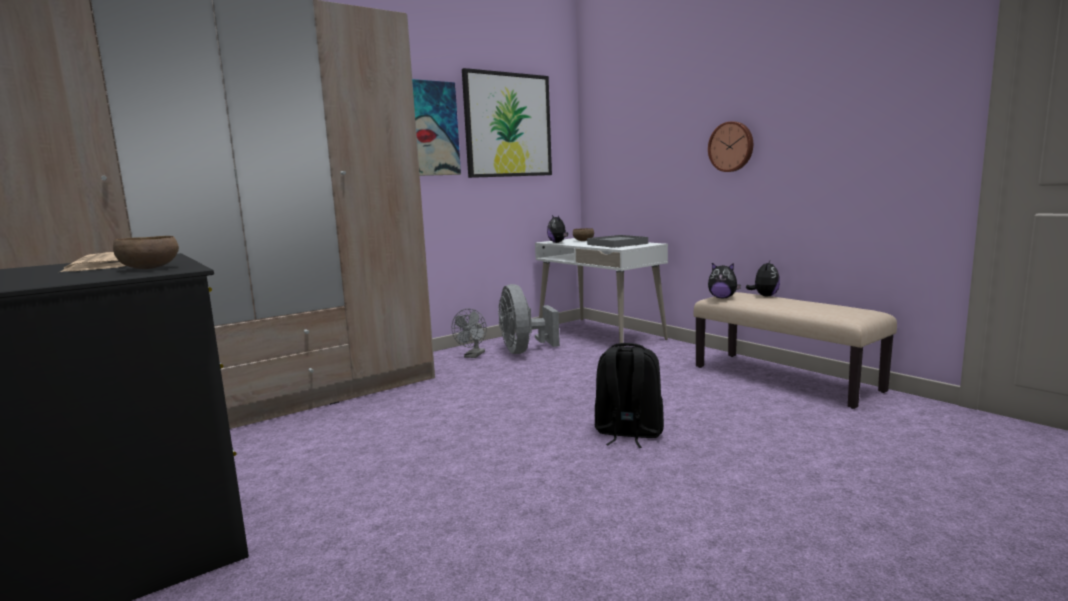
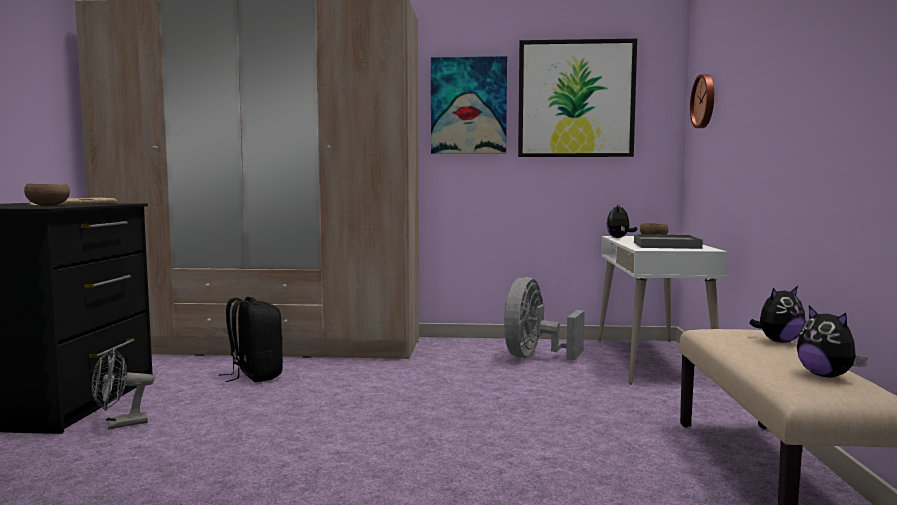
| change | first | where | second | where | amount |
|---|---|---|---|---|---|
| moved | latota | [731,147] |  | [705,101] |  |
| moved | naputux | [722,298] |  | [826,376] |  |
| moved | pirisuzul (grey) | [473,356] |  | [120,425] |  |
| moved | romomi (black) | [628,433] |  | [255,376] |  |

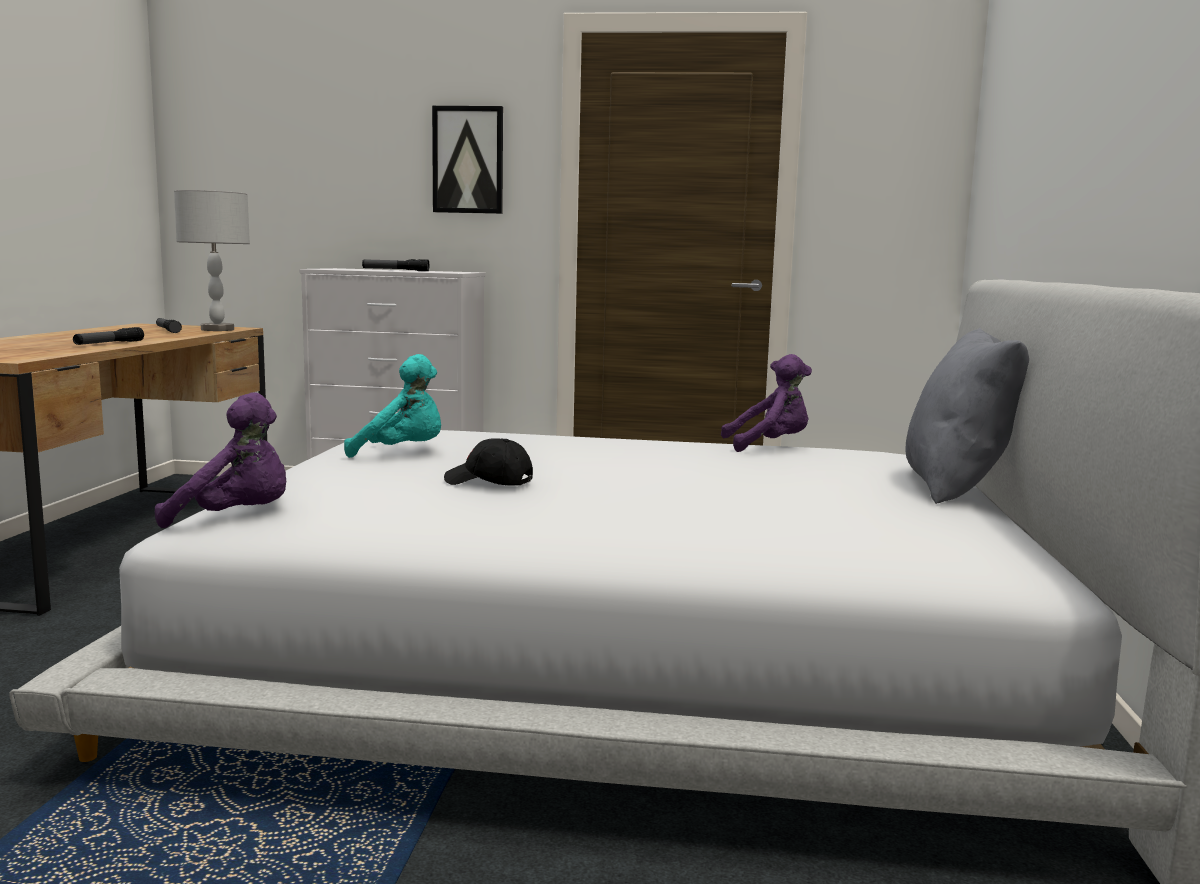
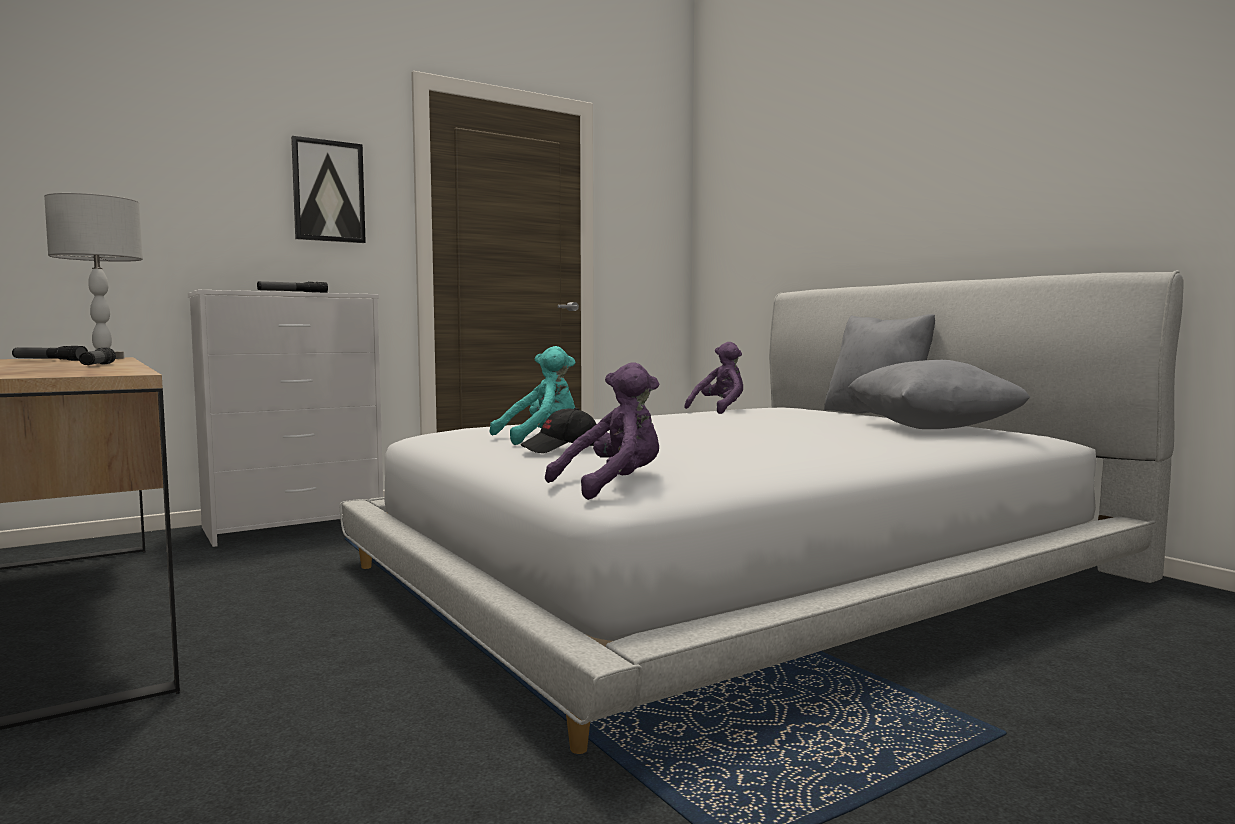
| change | first | where | second | where | amount |
|---|---|---|---|---|---|
| moved | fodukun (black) | [488,483] |  | [561,449] |  |
| added |  |  | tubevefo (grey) | [932,428] |  |

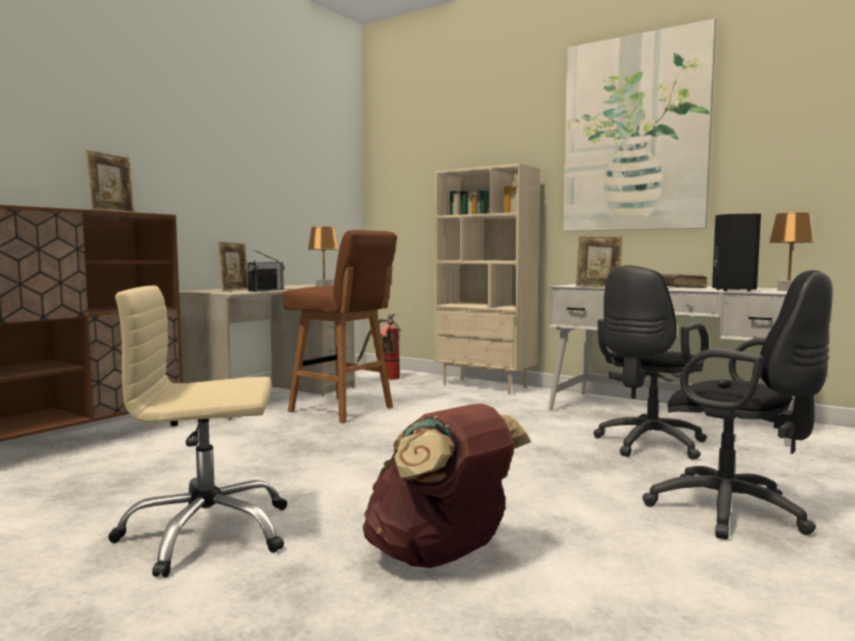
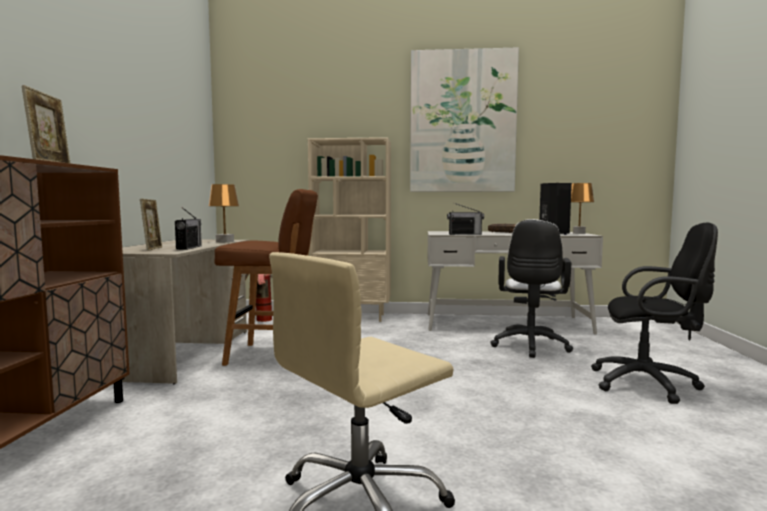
| change | first | where | second | where | amount |
|---|---|---|---|---|---|
| replaced | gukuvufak | [598,287] | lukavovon | [465,234] |  |
| recoloured | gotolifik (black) | [647,445] | gotolifik (white) | [530,347] |  |
| removed | romomi (brown) | [441,556] |  |  |  |

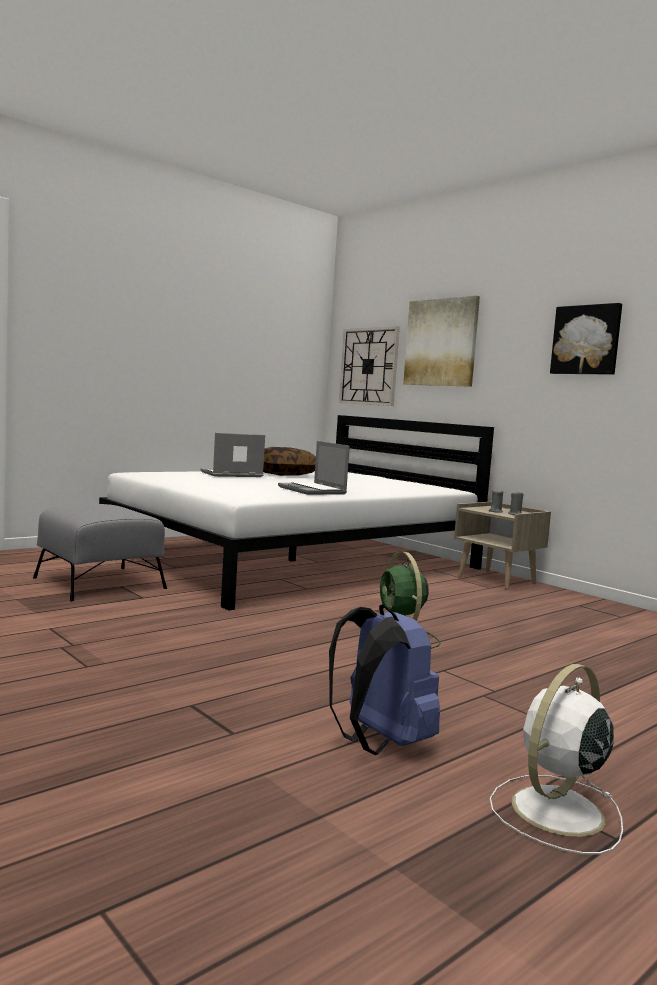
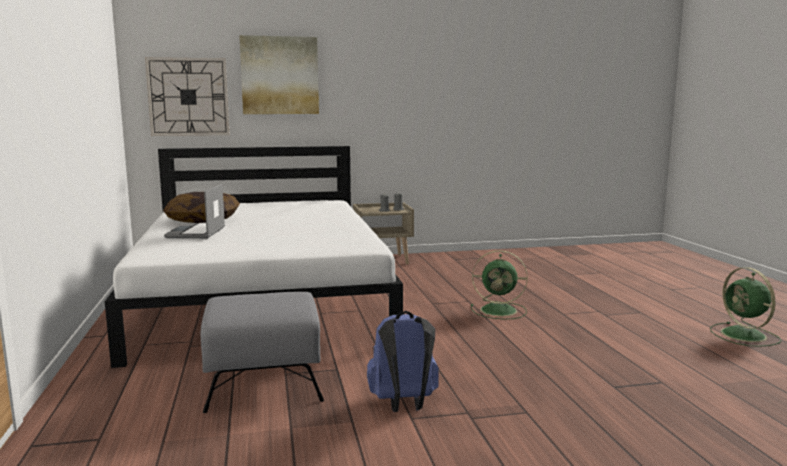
| change | first | where | second | where | amount |
|---|---|---|---|---|---|
| removed | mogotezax | [586,340] |  |  |  |
| removed | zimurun | [313,490] |  |  |  |
| moved | romomi (blue) | [379,743] |  | [403,404] |  |
| recoloured | pirisuzul (white) | [555,812] | pirisuzul (green) | [745,335] |  |

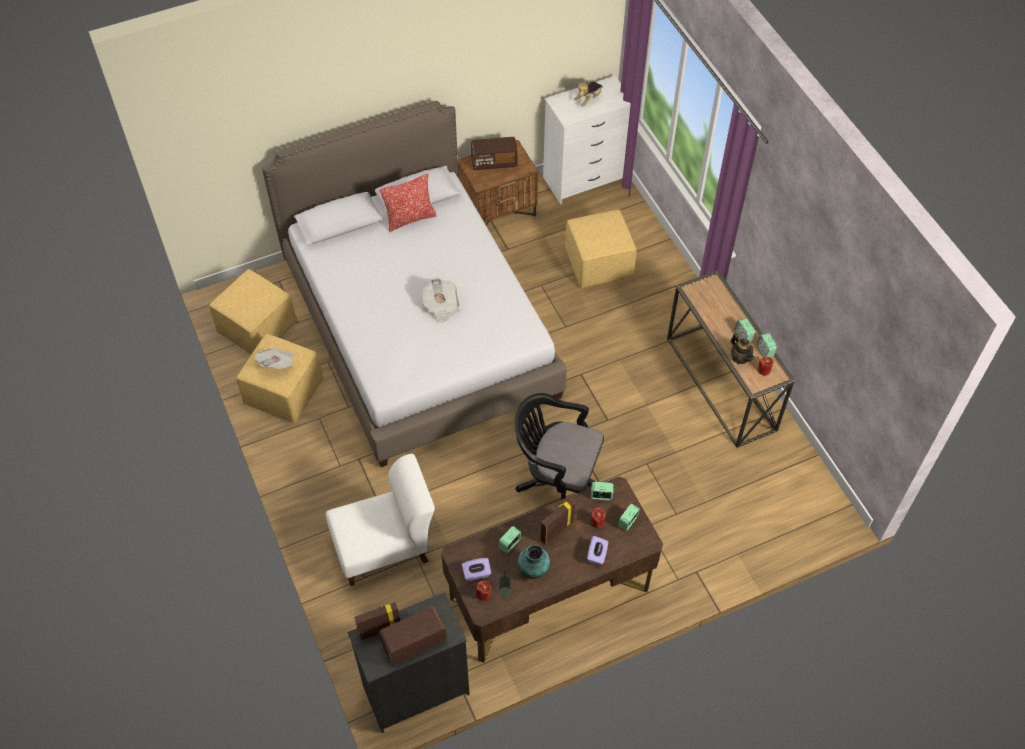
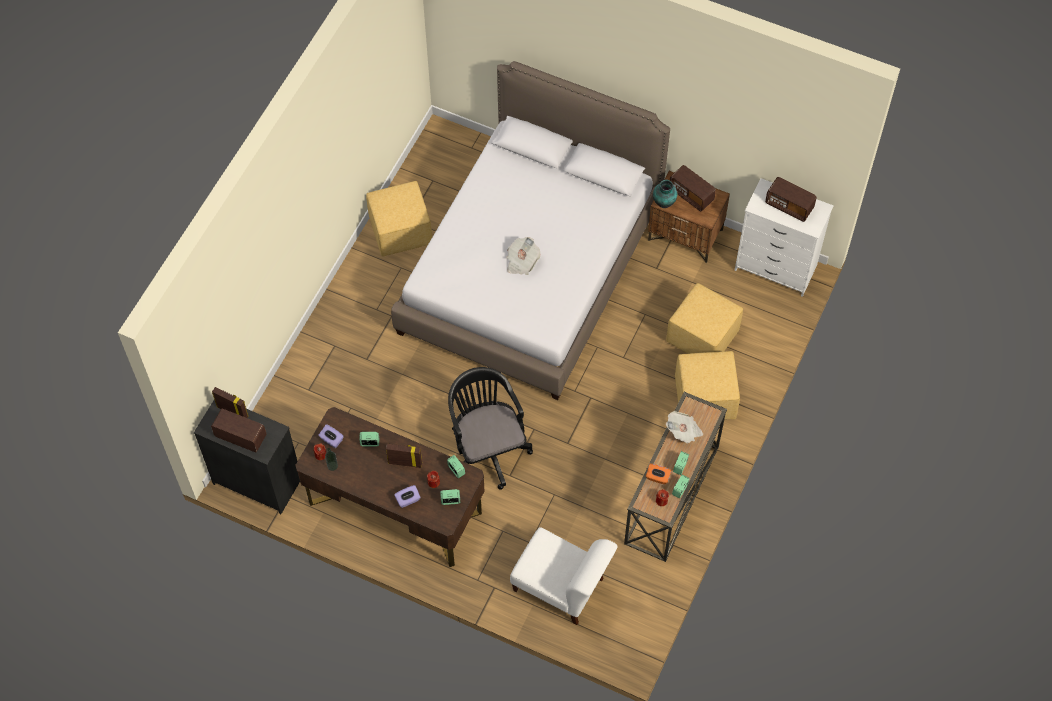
| change | first | where | second | where | amount |
|---|---|---|---|---|---|
| replaced | naputux | [588,99] | lukavovon | [789,206] |  |
| removed | tubevefo | [410,219] |  |  |  |
| moved | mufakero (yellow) | [257,328] |  | [705,397] |  |
| replaced | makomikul | [740,357] | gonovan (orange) | [657,477] |  |
| moved | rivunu | [277,364] |  | [683,432] |  |
| moved | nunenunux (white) | [385,547] |  | [561,587] |  |
| moved | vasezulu | [534,570] |  | [664,203] |  |

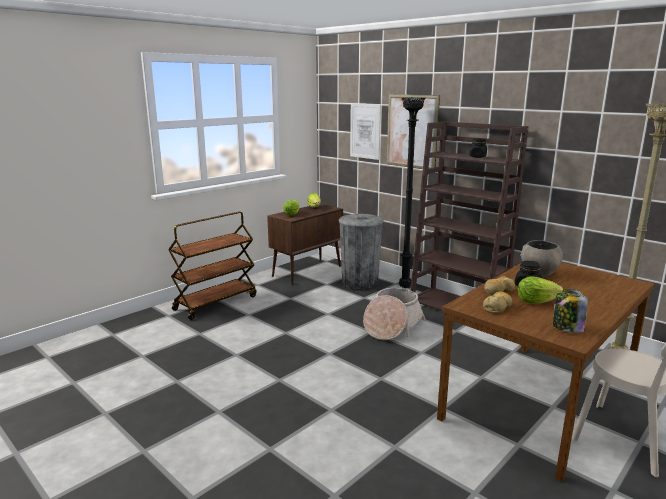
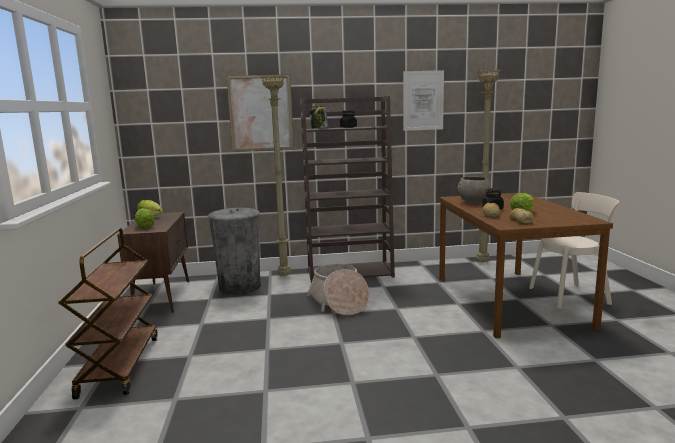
| change | first | where | second | where | amount |
|---|---|---|---|---|---|
| recoloured | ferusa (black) | [404,288] | ferusa (beige) | [284,275] |  |
| moved | mogotezax | [365,131] |  | [423,100] |  |
| moved | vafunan | [567,328] |  | [319,128] |  |

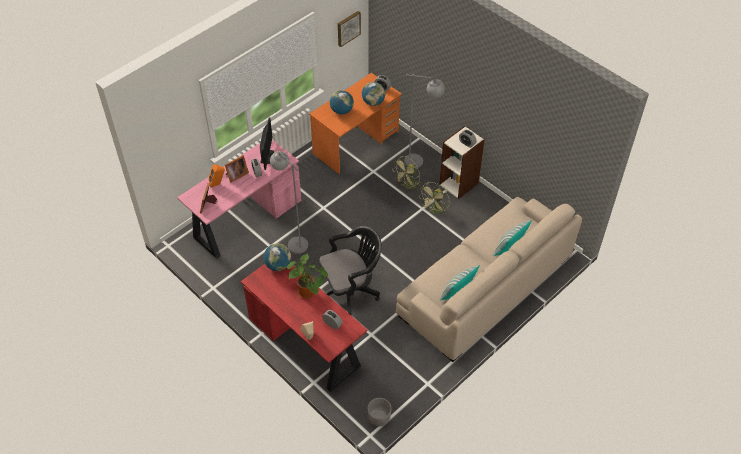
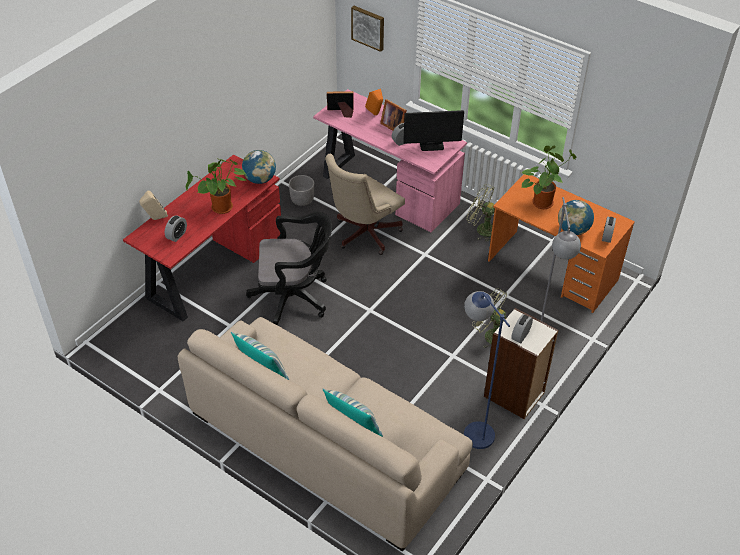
| change | first | where | second | where | amount |
|---|---|---|---|---|---|
| moved | mogotezax | [348,28] |  | [368,27] |  |
| replaced | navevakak | [341,111] | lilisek | [542,201] |  |
| replaced | ferusa (grey) | [293,241] | gotolifik (beige) | [363,235] |  |
| moved | pirisuzul (green) | [435,211] |  | [481,229] |  |
| turned | gotolifik (black) | [350,291] |  | [294,298] | 60 degrees counterclockwise |
| moved | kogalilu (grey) | [379,417] |  | [302,200] |  |
| added |  |  | ferusa (blue) | [473,427] |  |

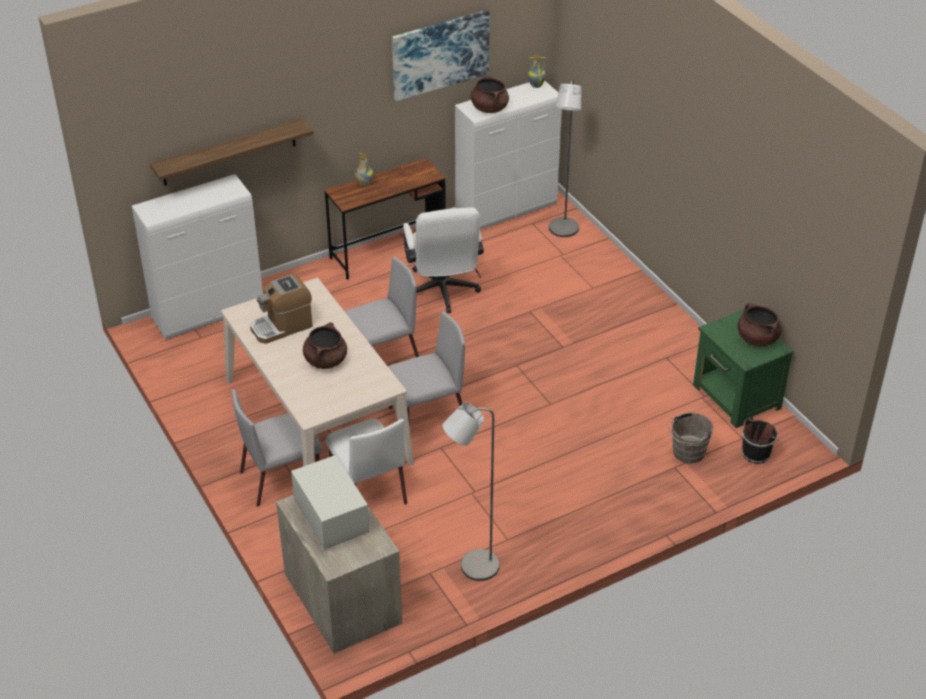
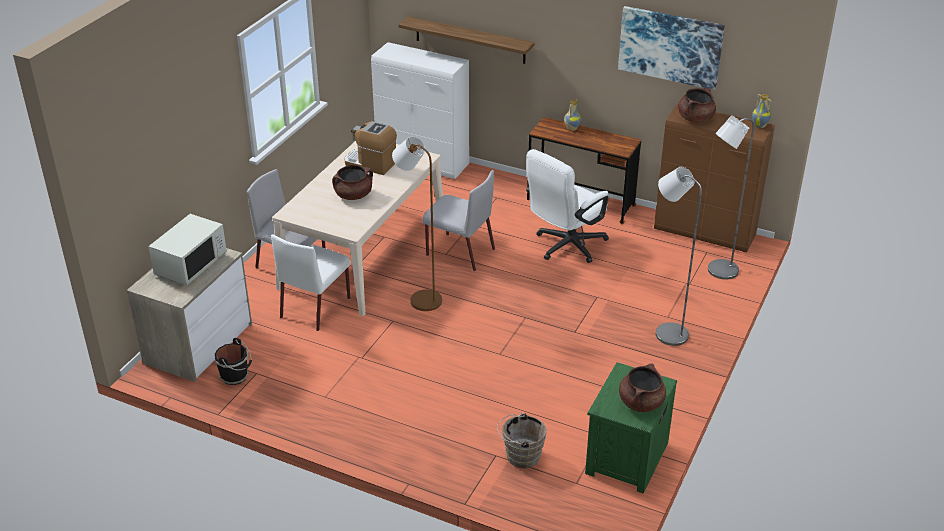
| change | first | where | second | where | amount |
|---|---|---|---|---|---|
| recoloured | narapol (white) | [507,210] | narapol (brown) | [705,233] |  |
| replaced | nunenunux (grey) | [426,415] | ferusa (brown) | [420,299] |  |
| moved | ferusa (grey) | [472,568] |  | [666,332] |  |
| moved | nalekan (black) | [756,453] |  | [235,376] |  |

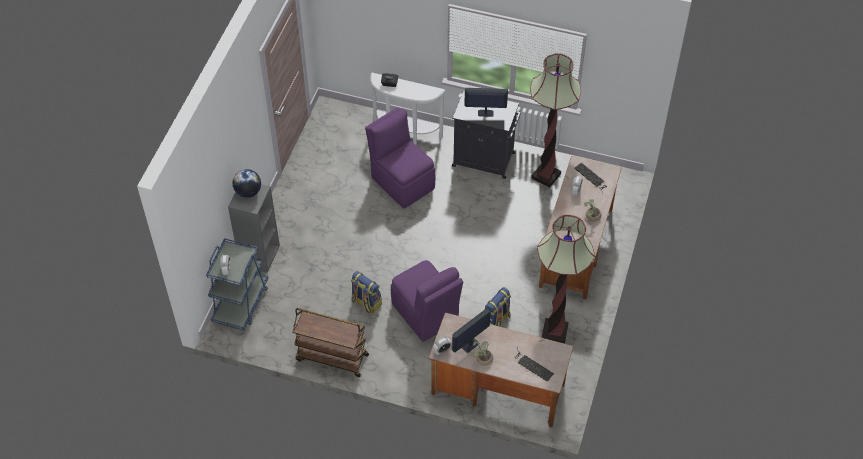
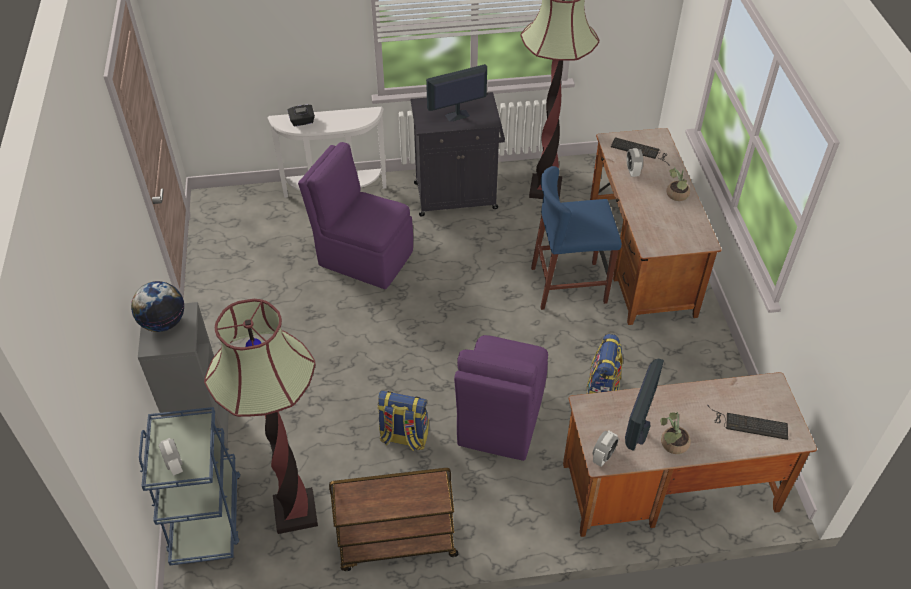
| change | first | where | second | where | amount |
|---|---|---|---|---|---|
| moved | ferusa | [554,332] |  | [295,512] |  |
| turned | nunenunux (purple) | [425,314] |  | [500,420] | 75 degrees clockwise |
| added |  |  | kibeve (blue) | [569,285] |  |

